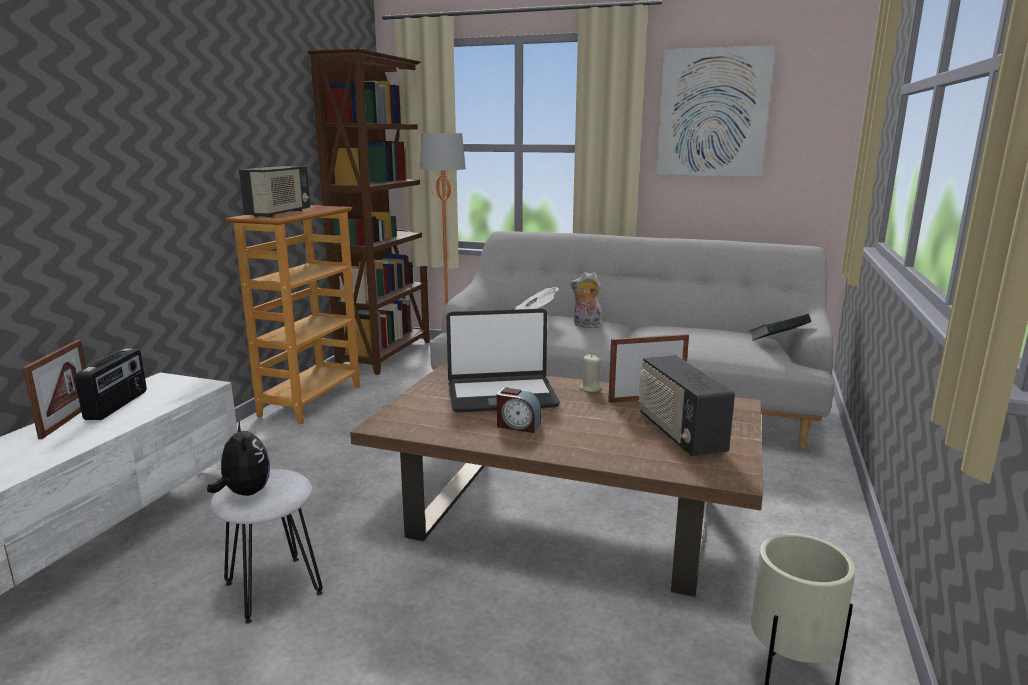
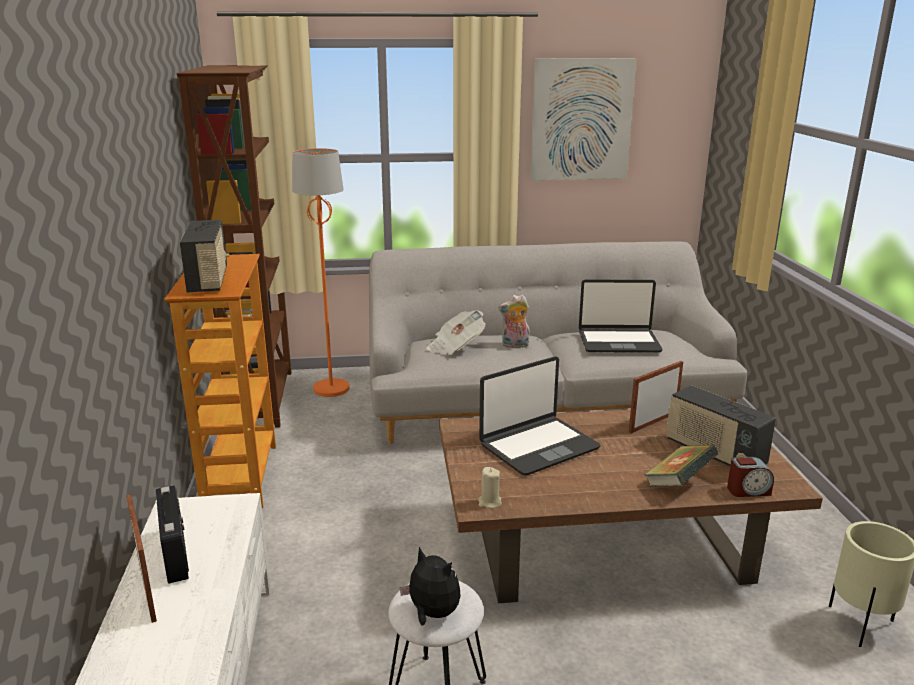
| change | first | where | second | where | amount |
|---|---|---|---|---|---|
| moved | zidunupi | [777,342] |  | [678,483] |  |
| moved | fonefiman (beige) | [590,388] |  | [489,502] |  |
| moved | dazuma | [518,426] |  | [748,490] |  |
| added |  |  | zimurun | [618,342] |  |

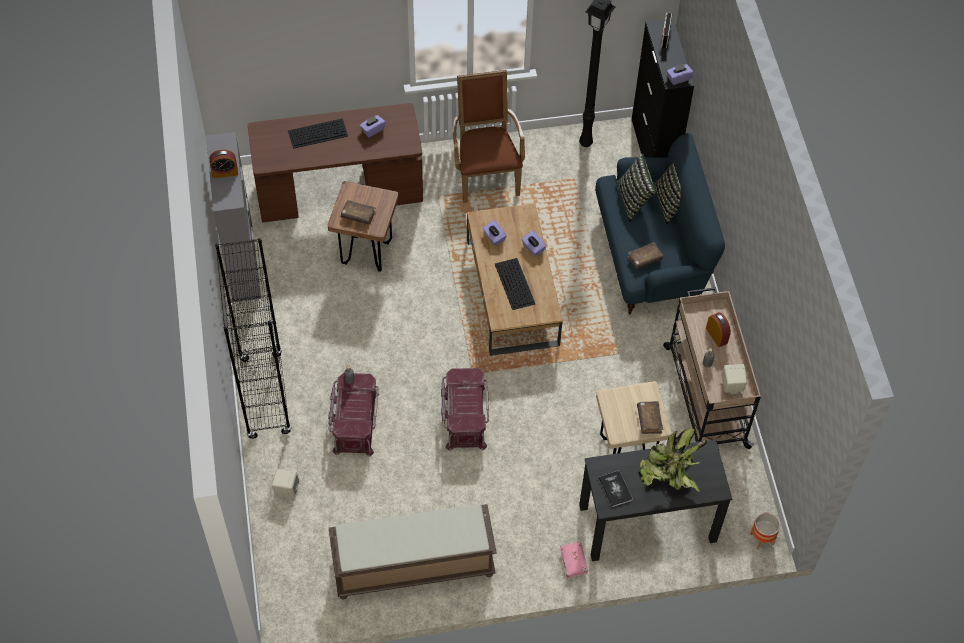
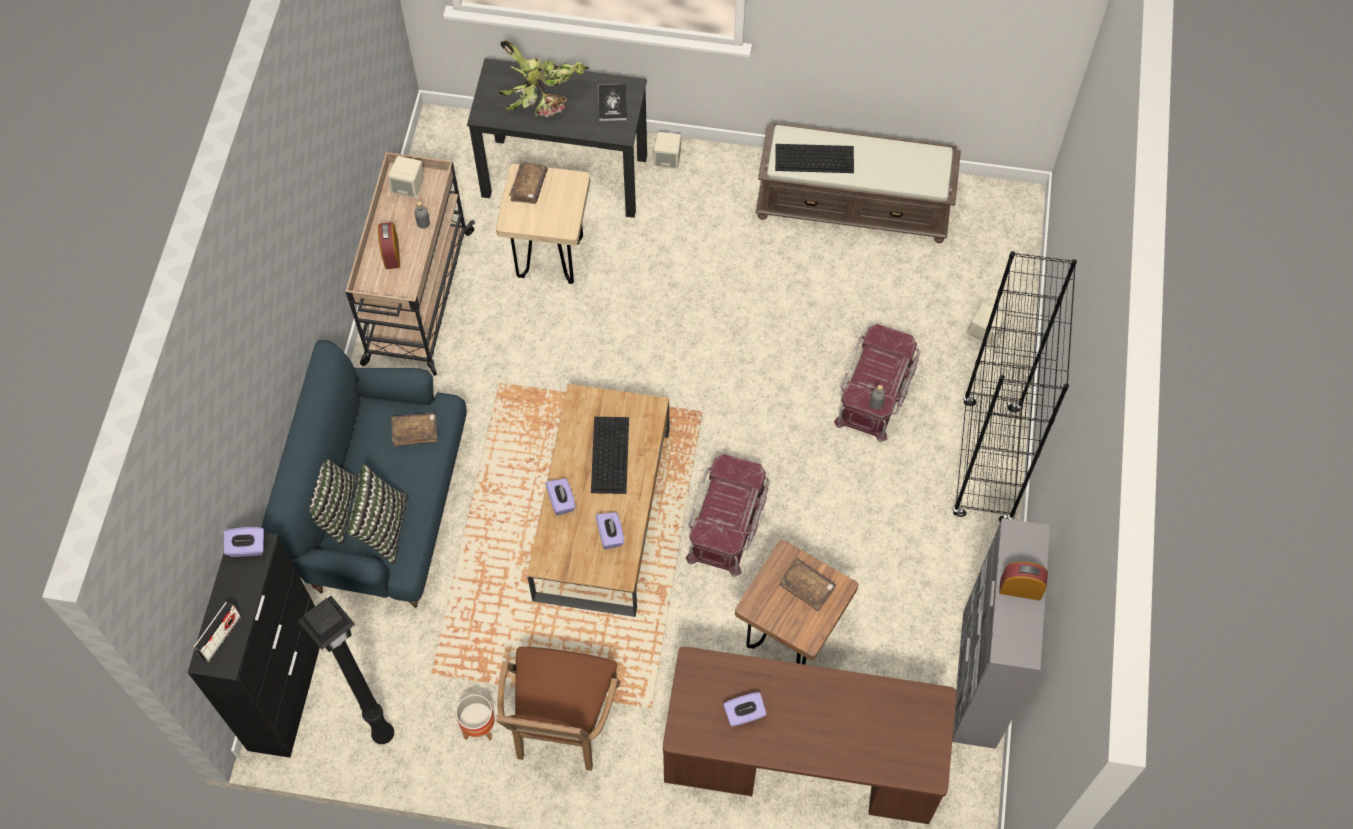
| change | first | where | second | where | amount |
|---|---|---|---|---|---|
| moved | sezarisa | [318,133] |  | [813,158] |  |
| moved | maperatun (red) | [464,417] |  | [728,524] |  |
| moved | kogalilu | [762,538] |  | [479,726] |  |
| replaced | zidunupi (pink) | [573,561] | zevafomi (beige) | [667,160] |  |

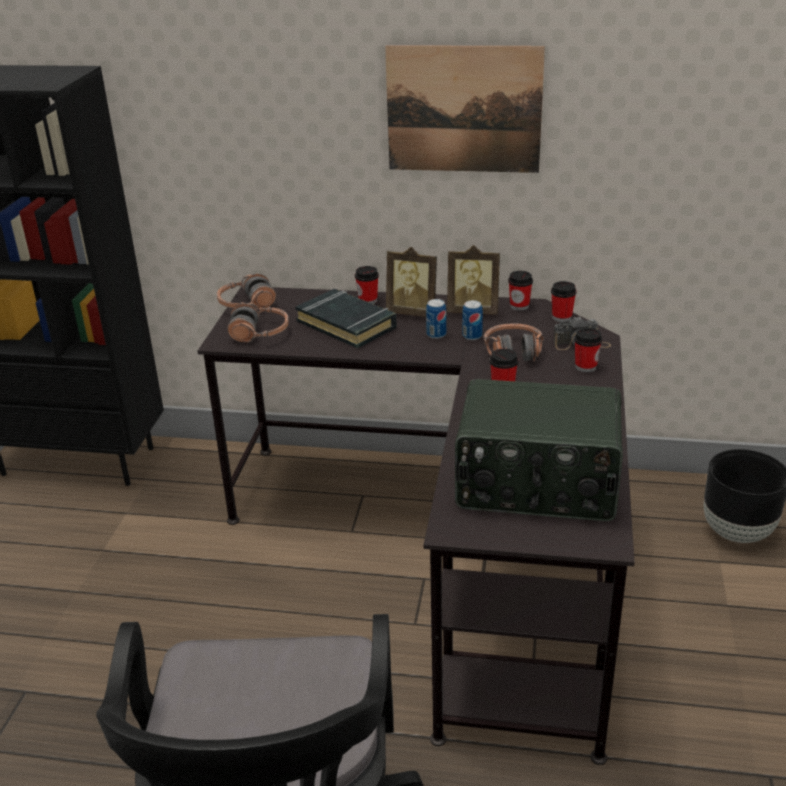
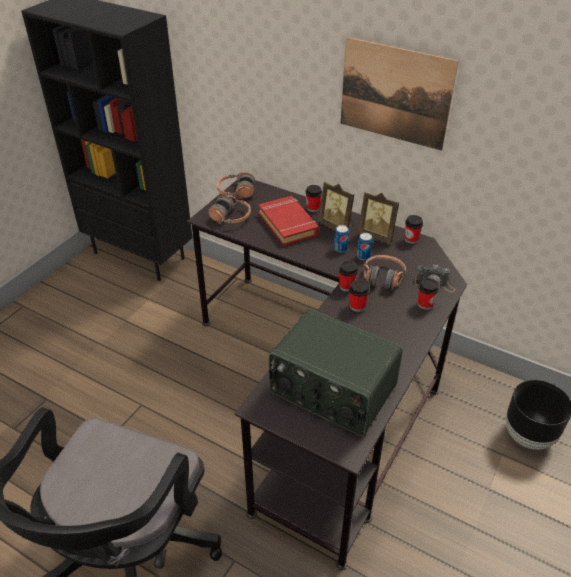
| change | first | where | second | where | amount |
|---|---|---|---|---|---|
| moved | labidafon | [562,317] |  | [347,286] |  |
| recoloured | zidunupi (black) | [347,324] | zidunupi (red) | [288,224] |  |

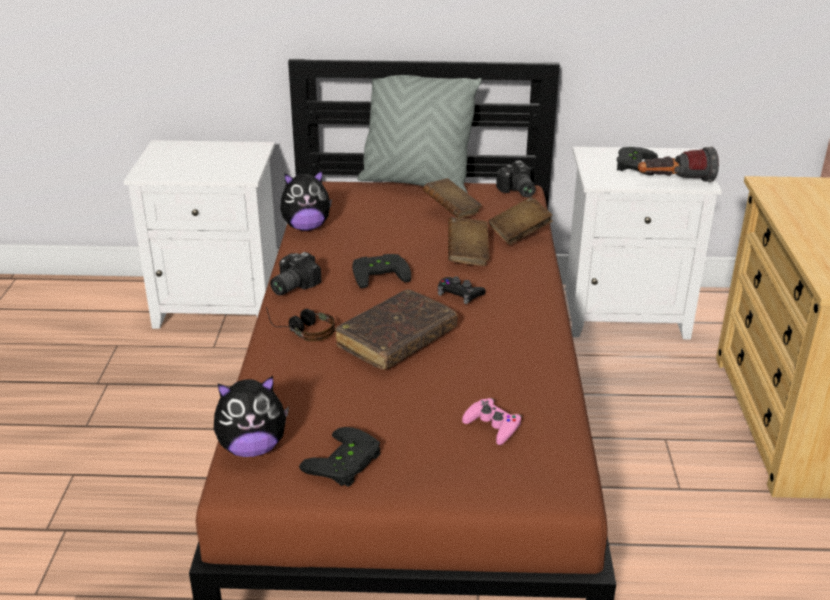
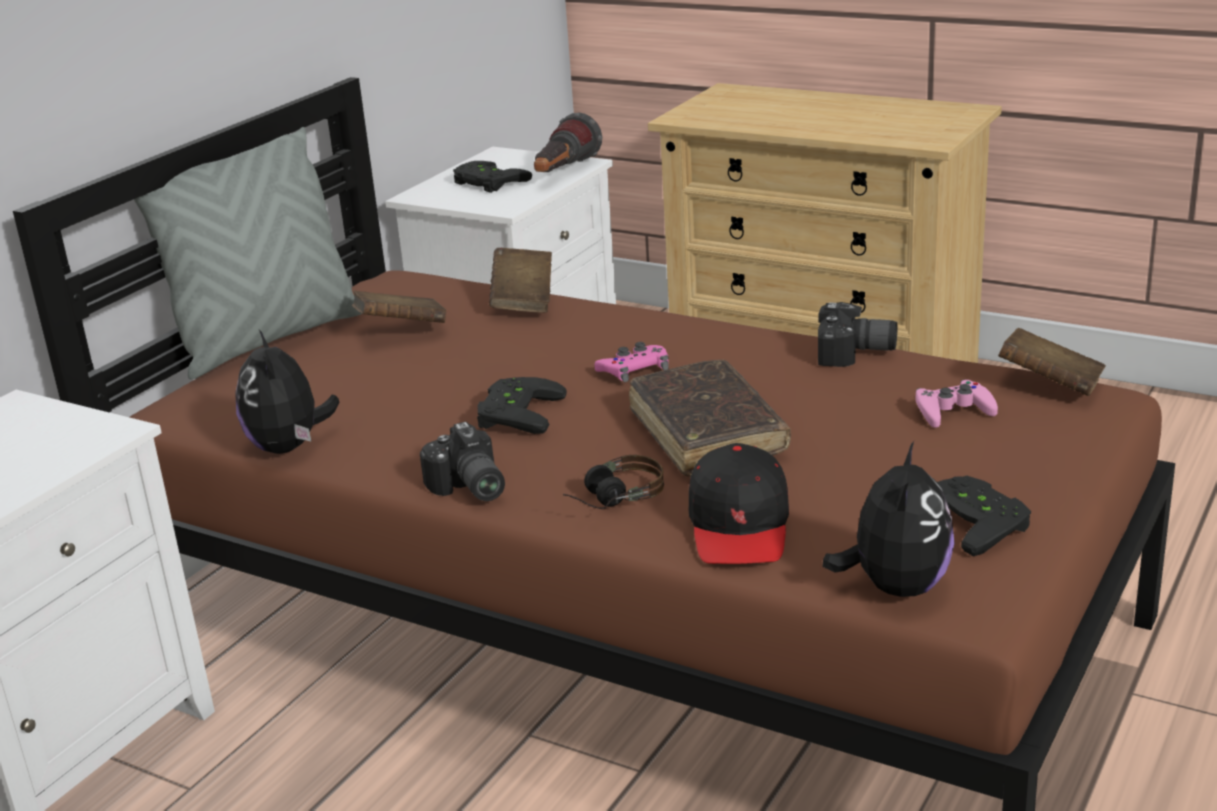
| change | first | where | second | where | amount |
|---|---|---|---|---|---|
| moved | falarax | [516,191] |  | [856,354] |  |
| turned | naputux | [306,227] |  | [289,447] | 150 degrees clockwise |
| moved | zidunupi (brown) | [467,254] |  | [1050,386] |  |
| recoloured | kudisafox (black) | [460,294] | kudisafox (pink) | [634,370] |  |
| added |  |  | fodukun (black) | [740,526] |  |

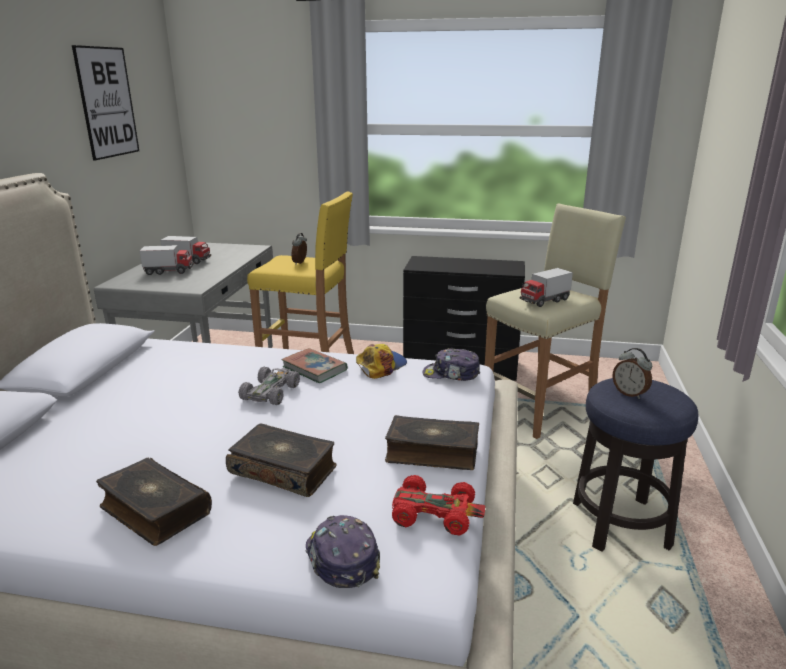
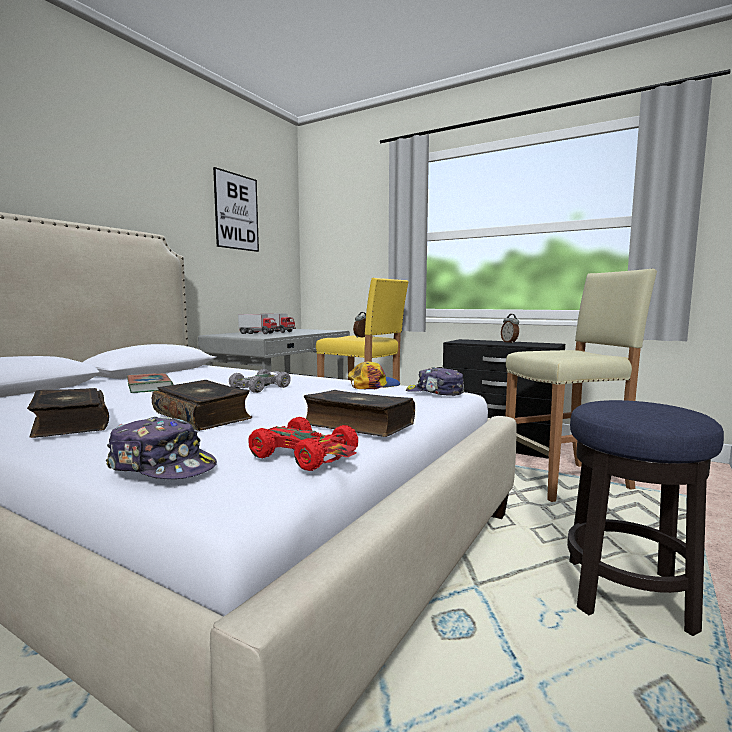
| change | first | where | second | where | amount |
|---|---|---|---|---|---|
| removed | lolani | [544,301] |  |  |  |
| moved | zidunupi | [314,369] |  | [149,387] |  |
| moved | dazuma | [629,393] |  | [510,342] |  |
| turned | fodukun | [341,559] |  | [163,466] | 120 degrees clockwise |

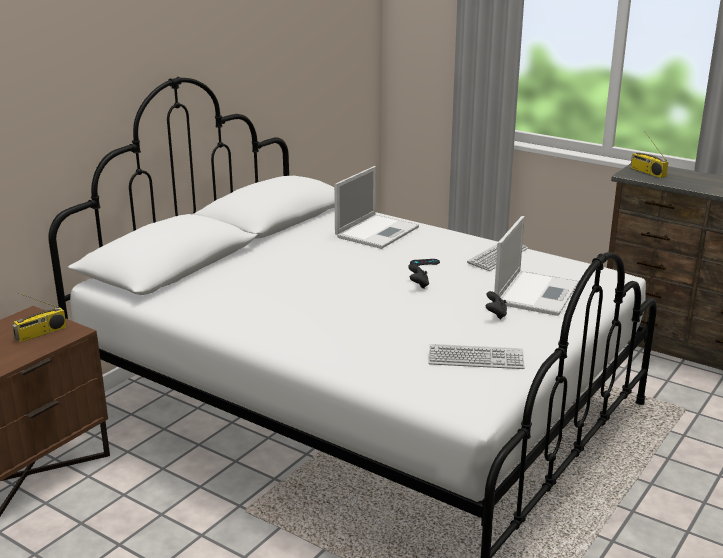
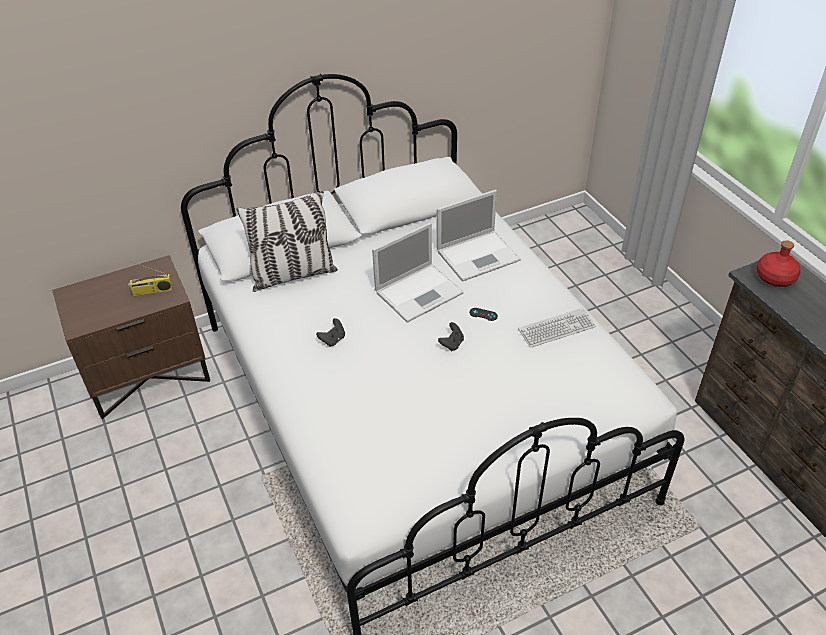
| change | first | where | second | where | amount |
|---|---|---|---|---|---|
| replaced | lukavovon | [647,172] | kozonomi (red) | [775,277] |  |
| moved | zimurun | [536,293] |  | [420,292] |  |
| moved | kudisafox (black) | [495,314] |  | [333,340] |  |
| removed | sezarisa | [475,358] |  |  |  |
| added |  |  | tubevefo | [293,275] |  |

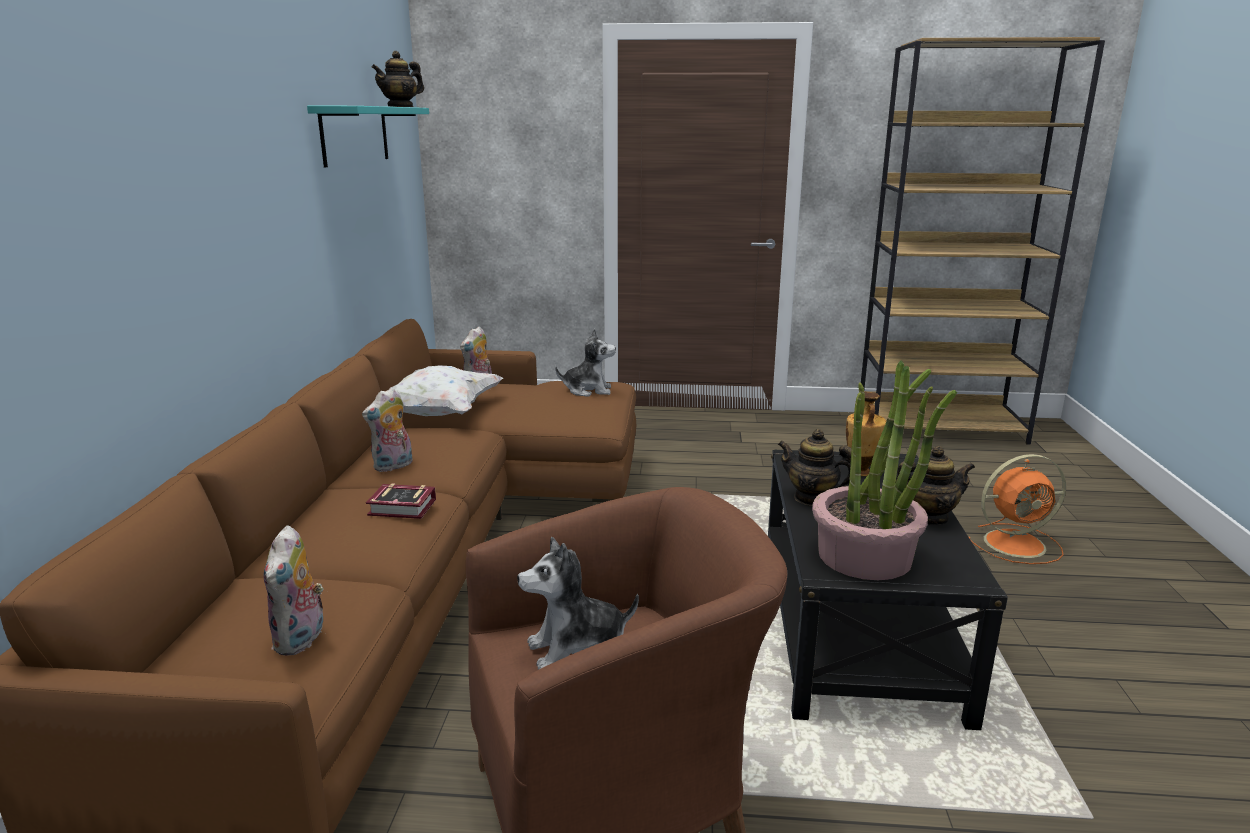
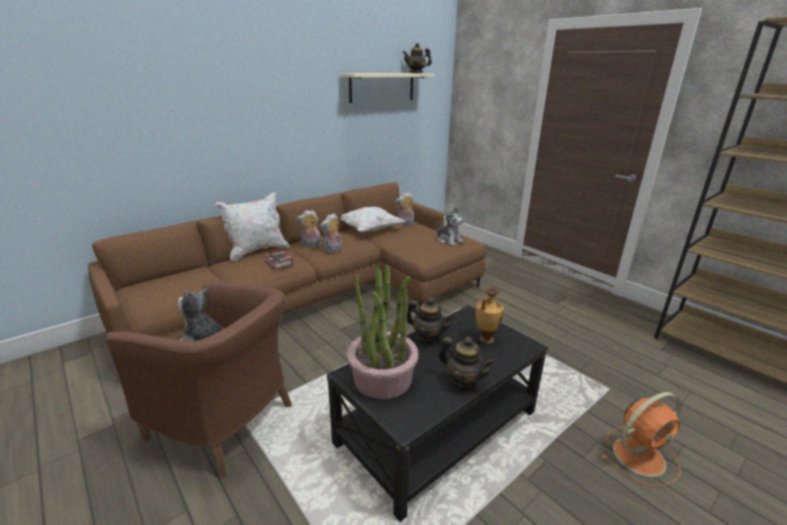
| change | first | where | second | where | amount |
|---|---|---|---|---|---|
| recoloured | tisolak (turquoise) | [355,135] | tisolak (beige) | [382,87] |  |
| turned | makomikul | [812,498] |  | [428,338] | 135 degrees clockwise |
| turned | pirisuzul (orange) | [1017,543] |  | [640,455] | 60 degrees counterclockwise |
| moved | naputux | [302,640] |  | [332,250] |  |
| added |  |  | tubevefo (white) | [257,251] |  |

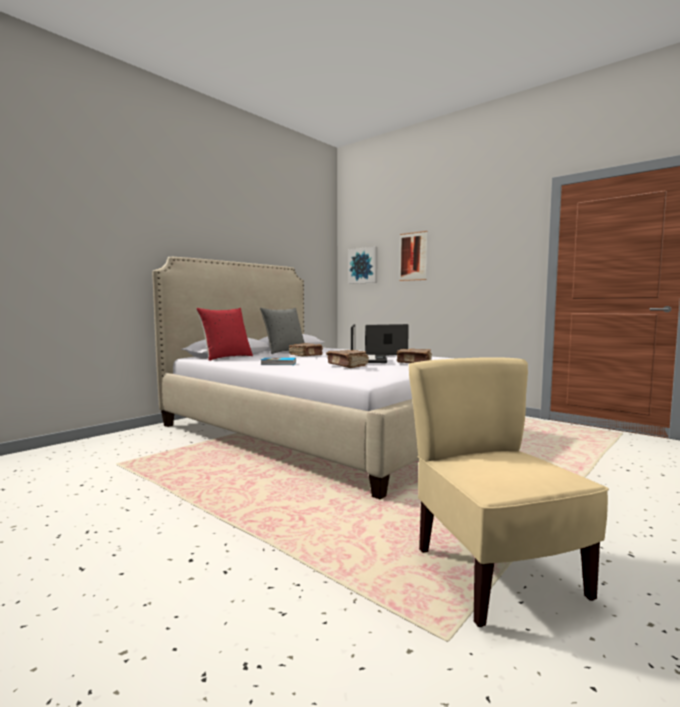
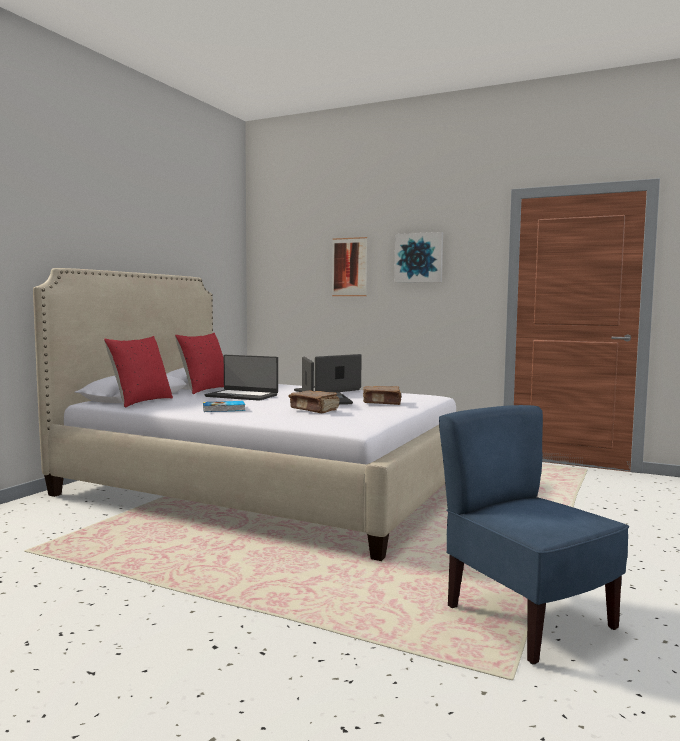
| change | first | where | second | where | amount |
|---|---|---|---|---|---|
| moved | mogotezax | [363,265] |  | [419,258] |  |
| recoloured | tubevefo (grey) | [284,352] | tubevefo (red) | [204,390] |  |
| replaced | zidunupi (brown) | [306,355] | zimurun | [242,396] |  |
| recoloured | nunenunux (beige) | [495,574] | nunenunux (blue) | [527,619] |  |

